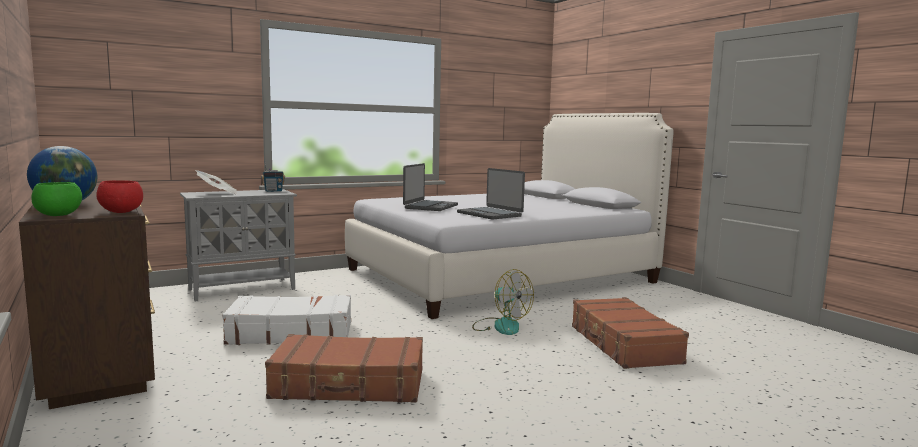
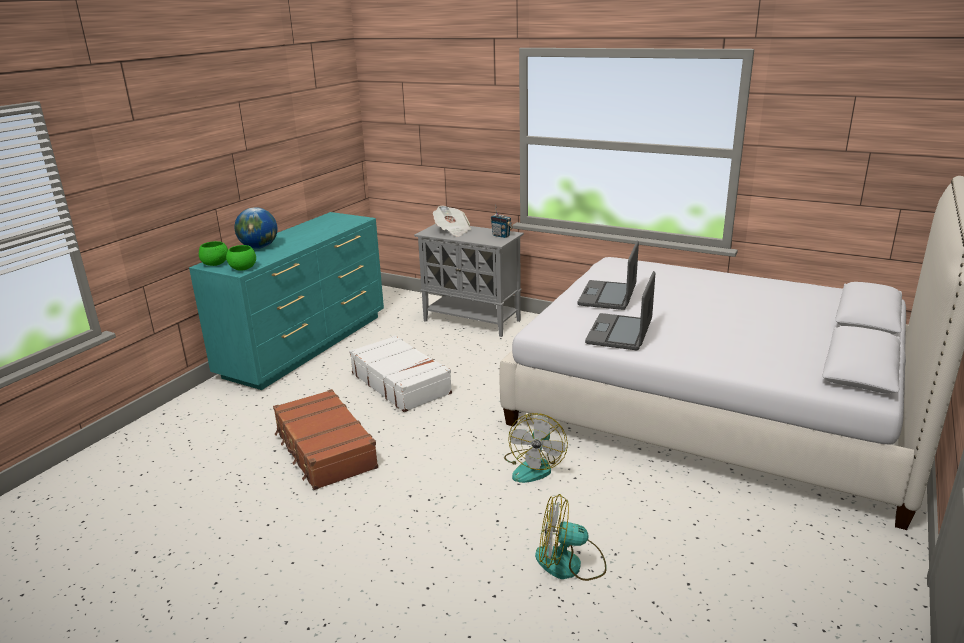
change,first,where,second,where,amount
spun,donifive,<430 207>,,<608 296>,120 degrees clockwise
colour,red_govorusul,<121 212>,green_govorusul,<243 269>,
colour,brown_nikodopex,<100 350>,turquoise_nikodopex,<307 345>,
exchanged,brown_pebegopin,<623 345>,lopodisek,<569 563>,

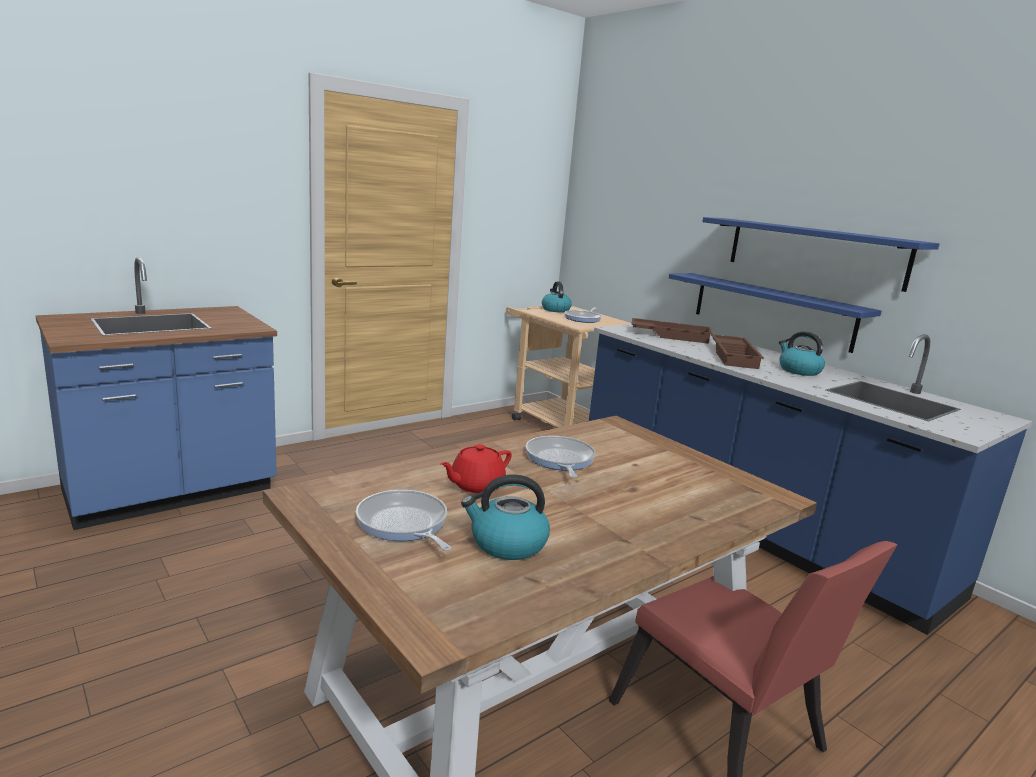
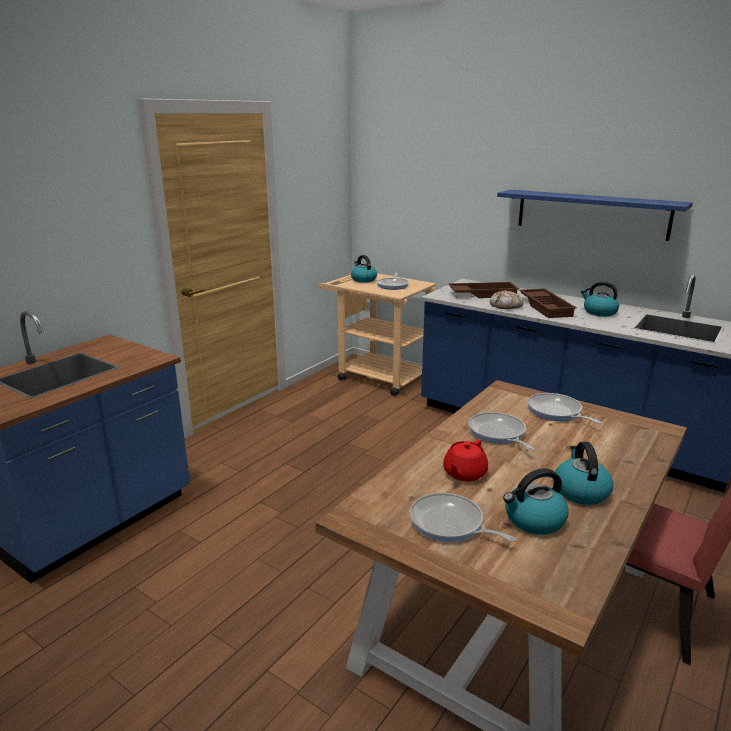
change,first,where,second,where,amount
missing,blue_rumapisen,<771 310>,,,
appeared,,,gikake,<506 306>,
appeared,,,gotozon,<556 412>,
appeared,,,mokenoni,<580 491>,

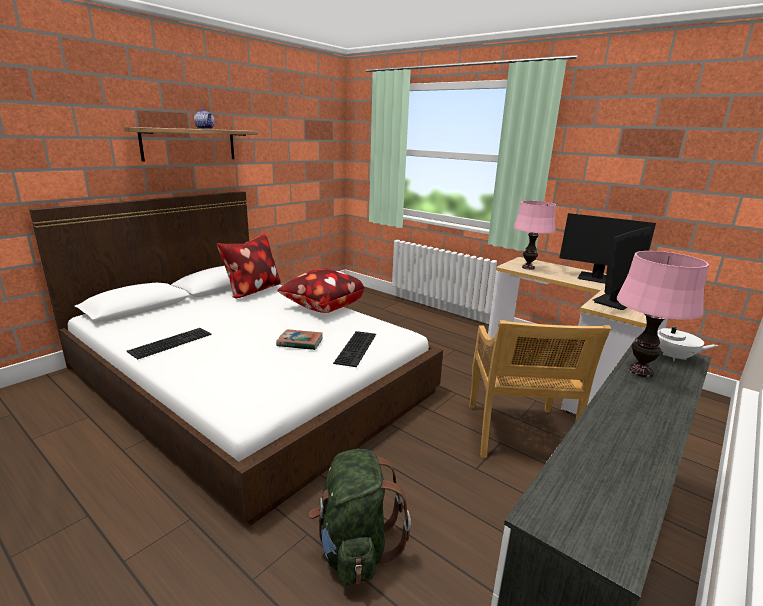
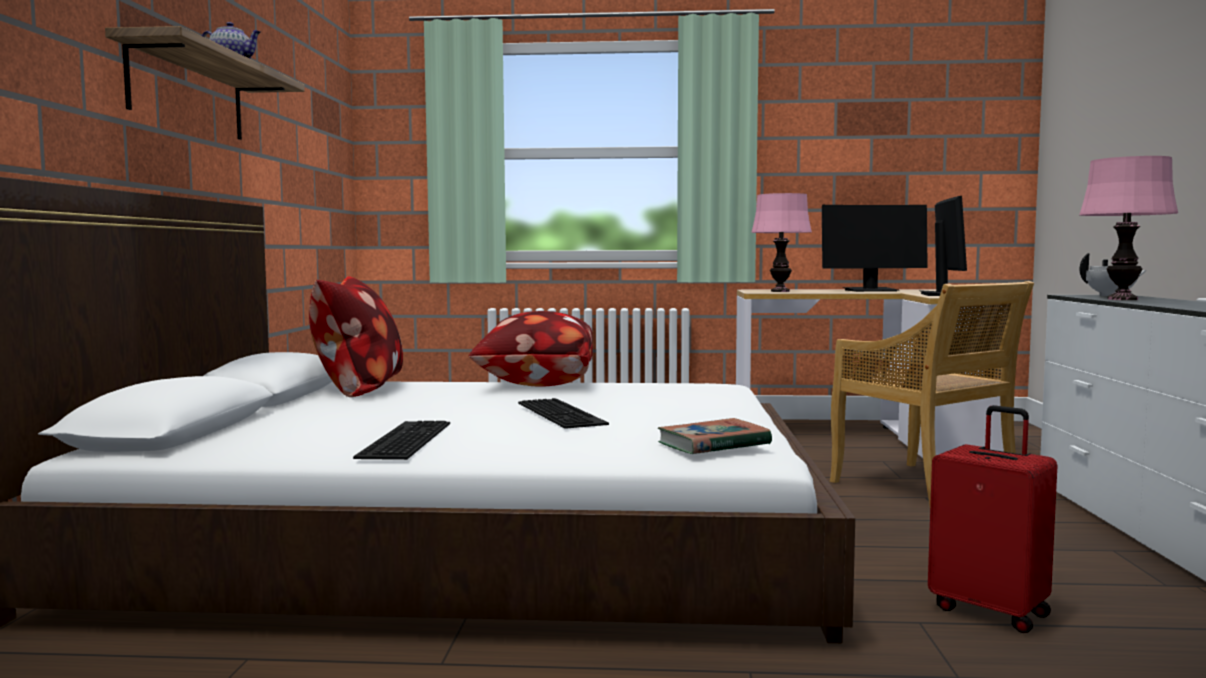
change,first,where,second,where,amount
relocated,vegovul,<300 342>,,<714 444>,
relocated,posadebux,<357 348>,,<563 413>,
exchanged,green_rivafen,<355 548>,red_pebegopin,<990 610>,

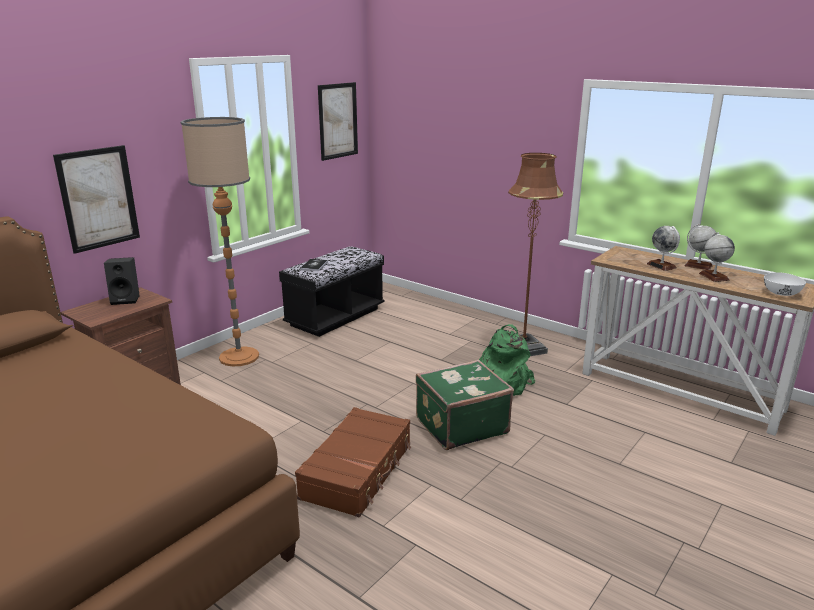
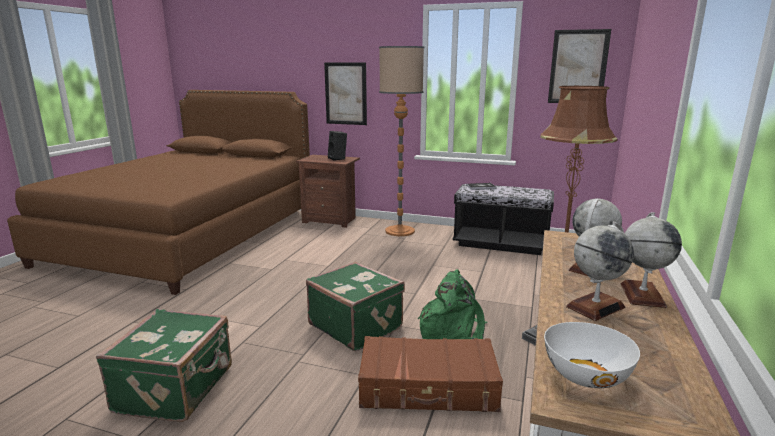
change,first,where,second,where,amount
relocated,brown_pebegopin,<358 471>,,<428 387>,
appeared,,,green_pebegopin,<177 389>,

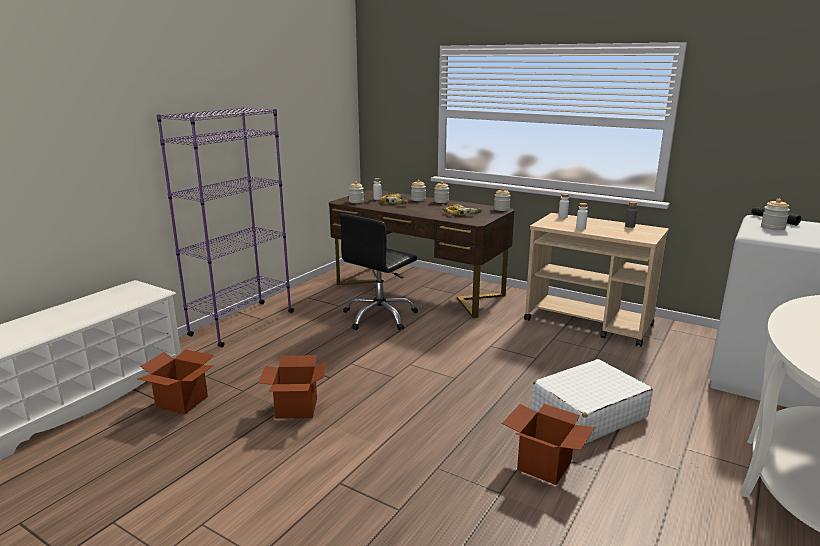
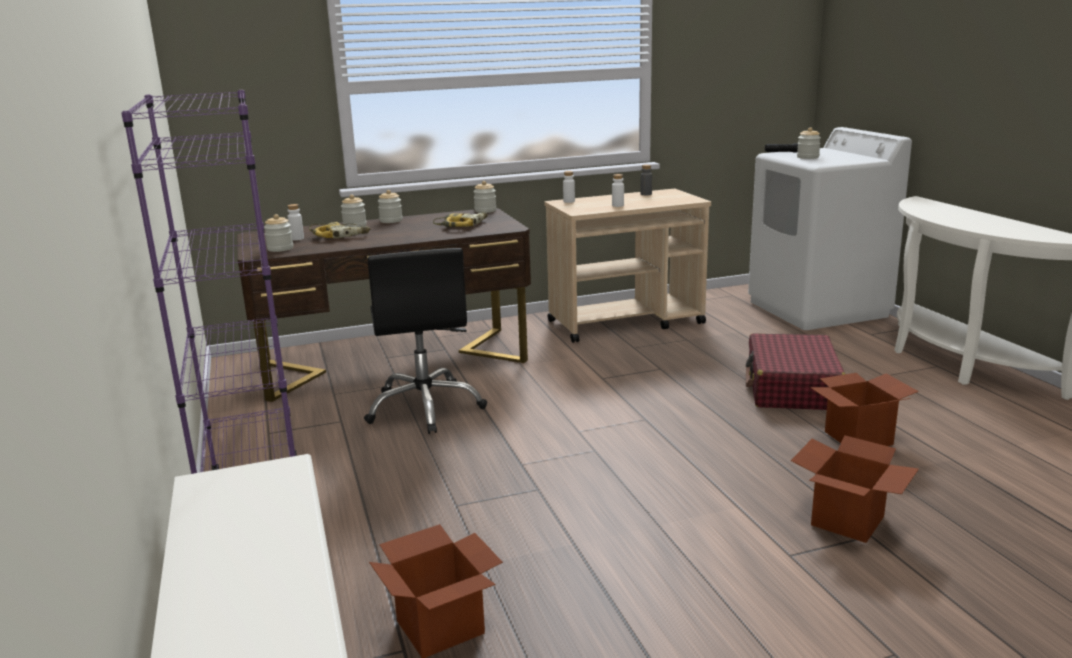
change,first,where,second,where,amount
relocated,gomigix,<296 408>,,<847 520>,
colour,white_pebegopin,<588 413>,red_pebegopin,<791 388>,

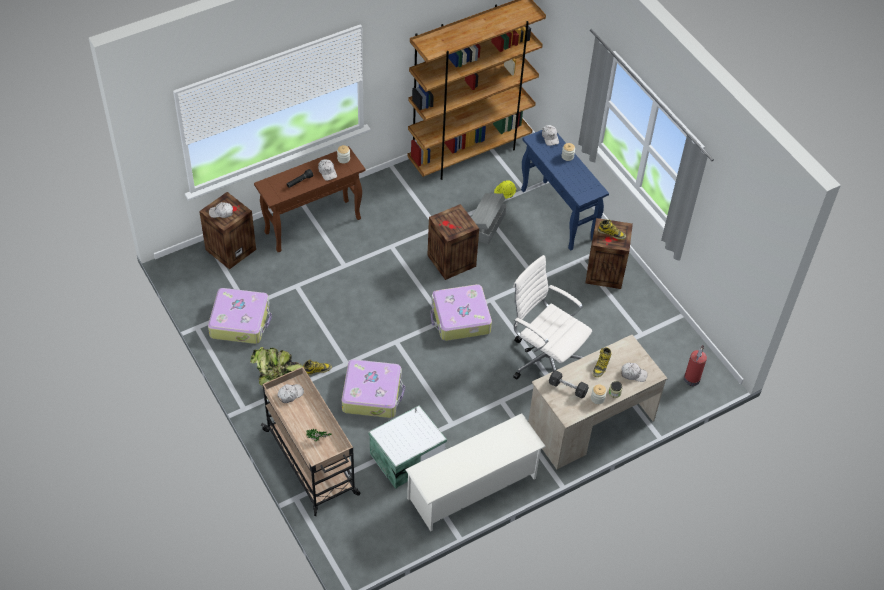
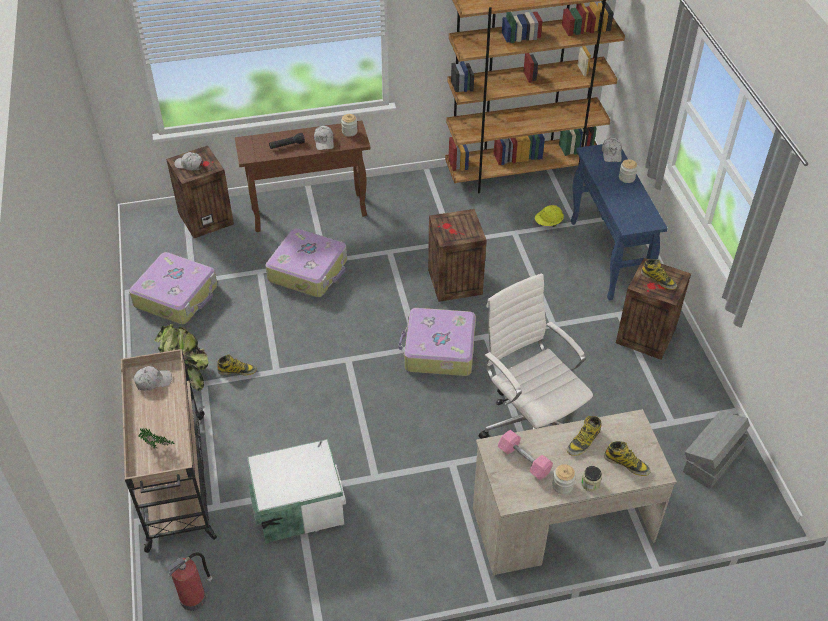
change,first,where,second,where,amount
relocated,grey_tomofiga,<486 225>,,<712 459>,
relocated,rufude,<692 378>,,<194 597>,
relocated,pebegopin,<372 394>,,<309 270>,
exchanged,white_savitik,<633 374>,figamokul,<627 464>,
colour,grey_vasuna,<567 388>,pink_vasuna,<524 460>,
missing,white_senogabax,<472 488>,,,

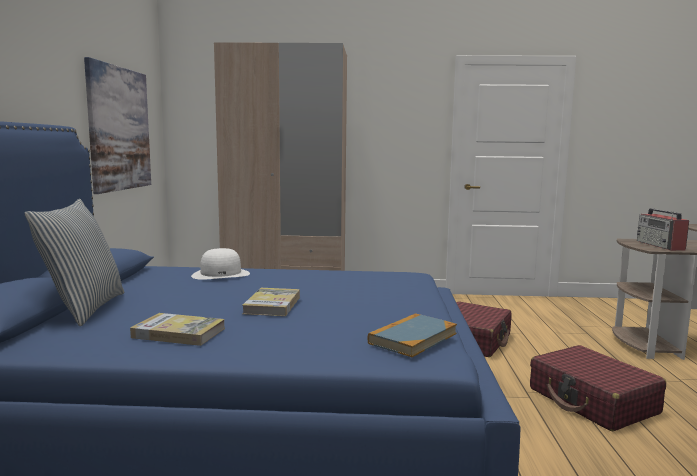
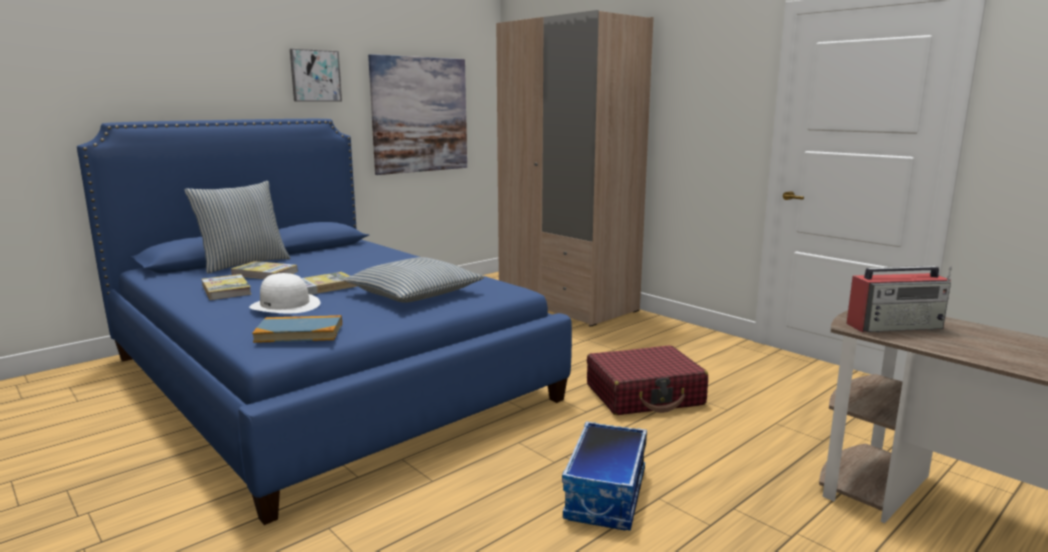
change,first,where,second,where,amount
spun,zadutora,<660 246>,,<895 326>,135 degrees counterclockwise
relocated,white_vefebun,<221 274>,,<285 305>,
exchanged,red_pebegopin,<592 401>,tomofiga,<607 495>,
appeared,,,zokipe,<315 76>,
appeared,,,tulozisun,<414 294>,
appeared,,,vegovul,<265 273>,

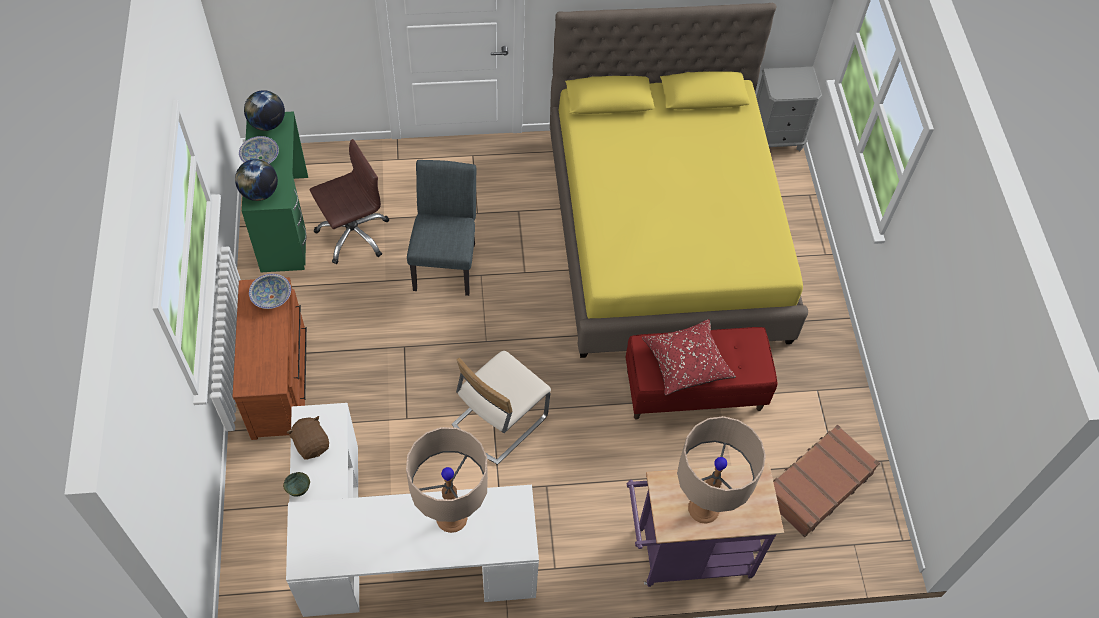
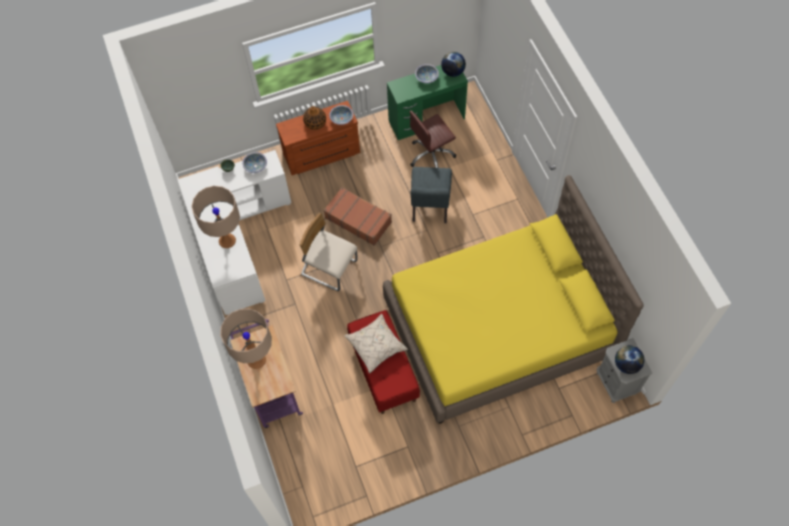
change,first,where,second,where,amount
spun,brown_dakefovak,<353 234>,,<431 155>,105 degrees clockwise
relocated,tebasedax,<260 193>,,<626 364>,
spun,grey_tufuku,<446 261>,,<430 209>,105 degrees clockwise
colour,red_tulozisun,<686 363>,beige_tulozisun,<376 345>,
exchanged,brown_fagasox,<311 444>,govorusul,<255 166>,
relocated,brown_pebegopin,<817 485>,,<358 219>,
appeared,,,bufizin,<315 122>,

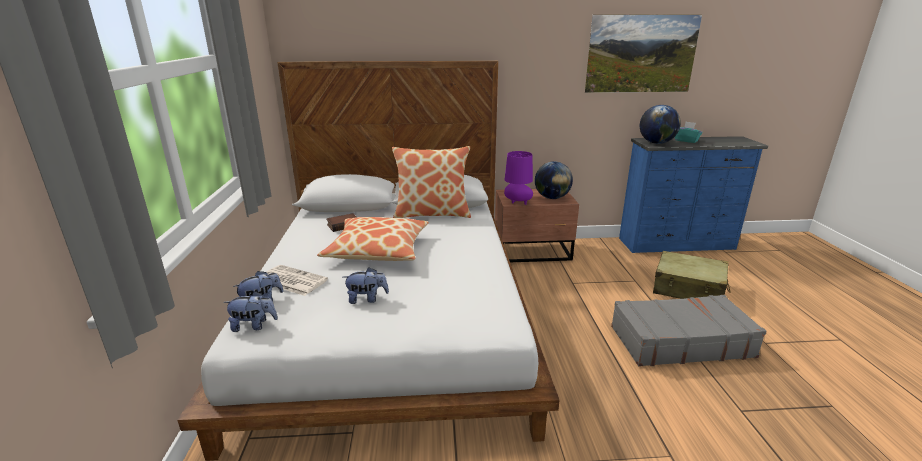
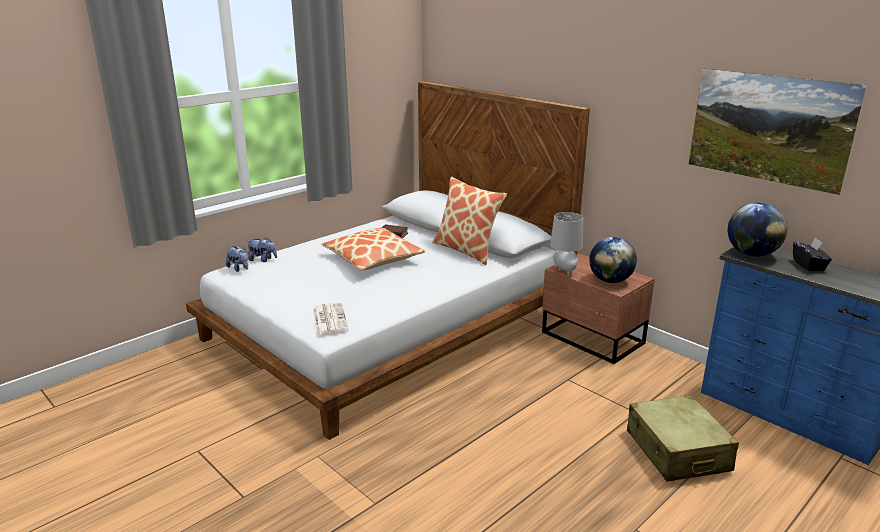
change,first,where,second,where,amount
colour,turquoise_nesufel,<686 140>,black_nesufel,<809 265>,
colour,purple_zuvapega,<517 203>,grey_zuvapega,<564 271>,
relocated,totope,<291 281>,,<329 319>,
missing,fagasox,<367 299>,,,
missing,grey_pebegopin,<679 341>,,,

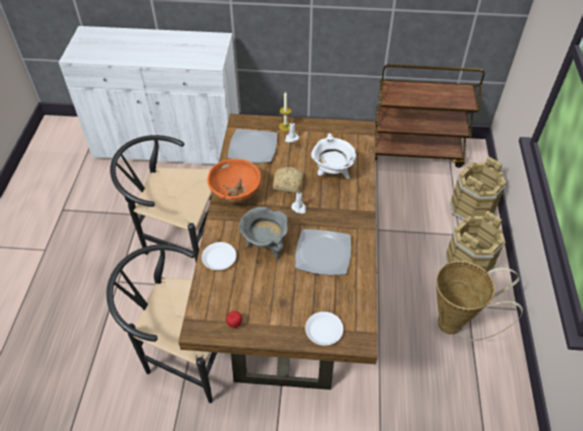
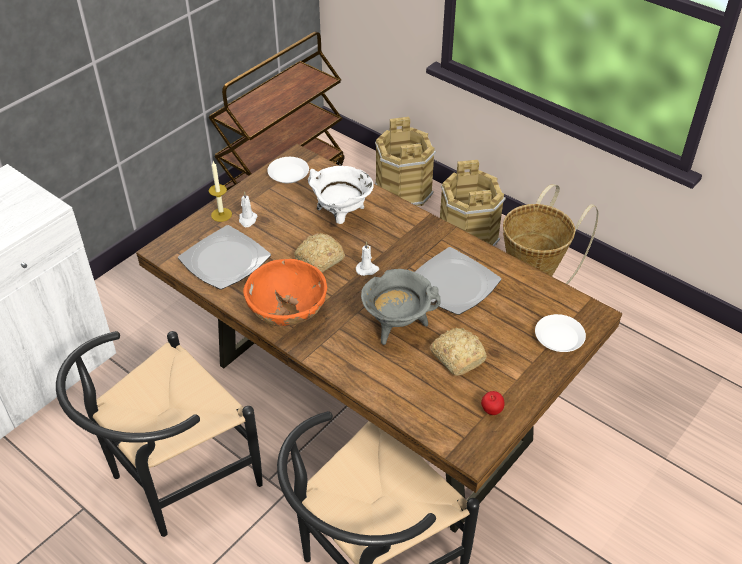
change,first,where,second,where,amount
relocated,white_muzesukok,<219 258>,,<288 173>,
appeared,,,gikake,<457 356>,

